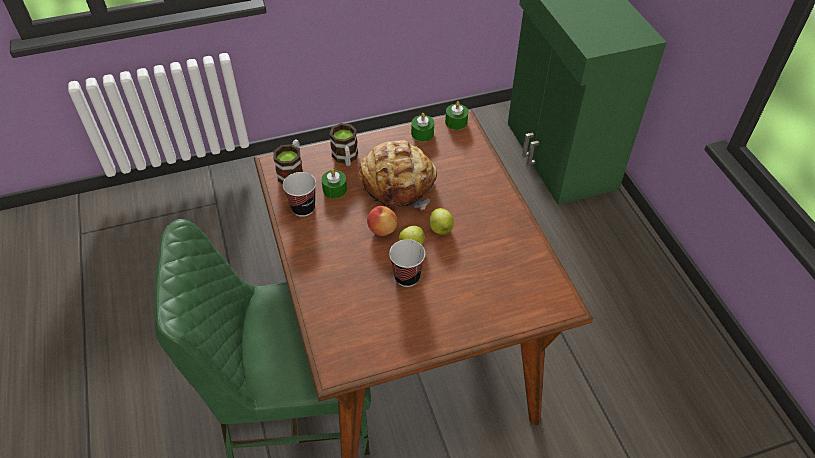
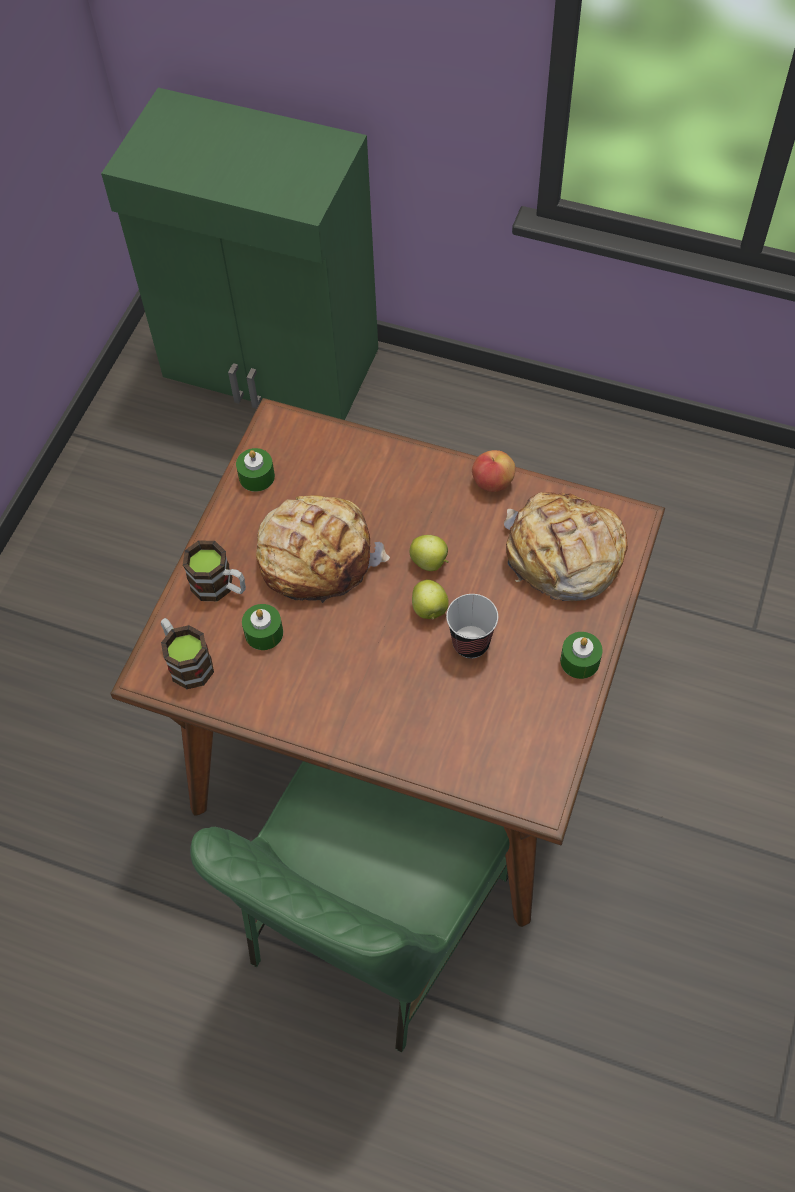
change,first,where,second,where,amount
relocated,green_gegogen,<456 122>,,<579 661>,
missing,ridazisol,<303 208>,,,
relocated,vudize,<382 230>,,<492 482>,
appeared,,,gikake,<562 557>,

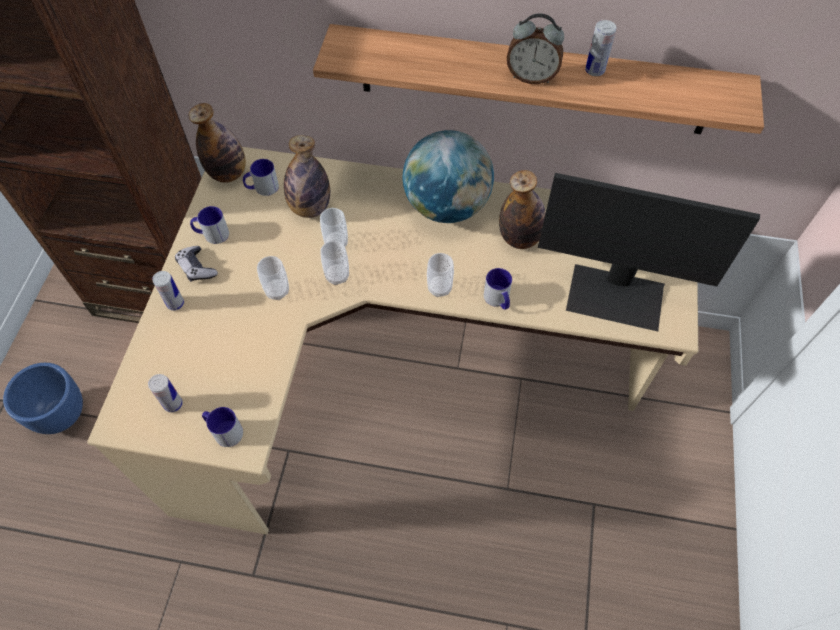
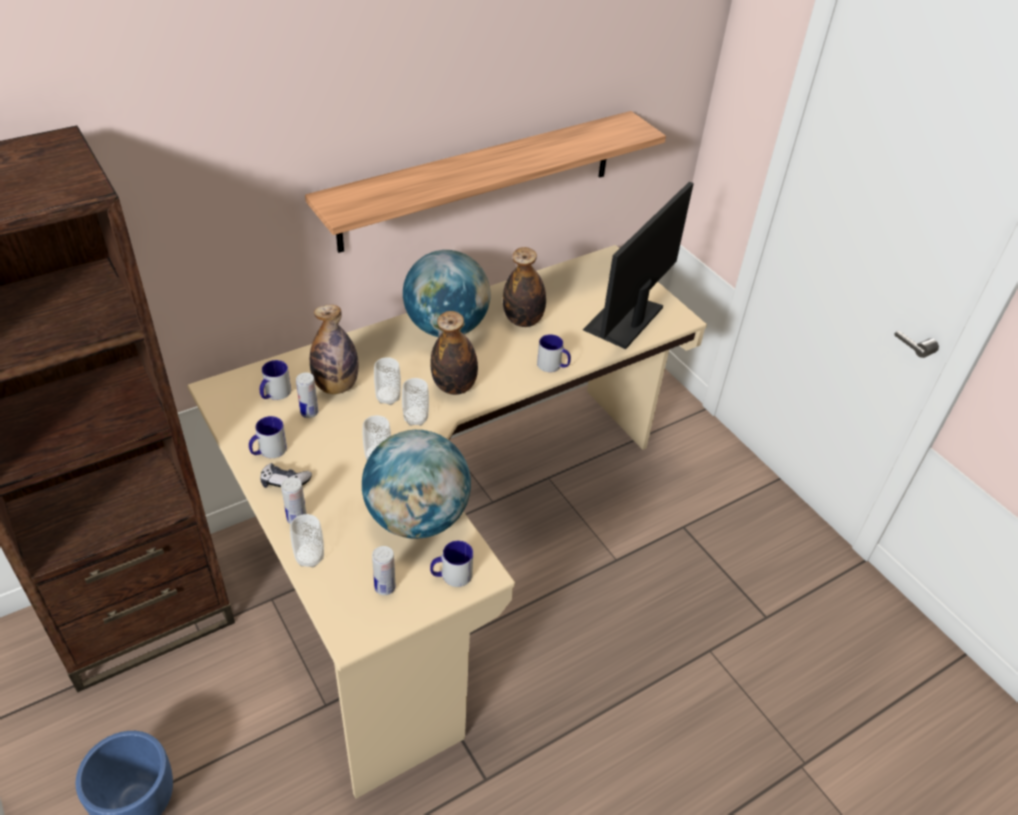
change,first,where,second,where,amount
missing,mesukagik,<531 77>,,,
relocated,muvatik,<594 70>,,<309 412>,
relocated,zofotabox,<228 173>,,<454 386>,
spun,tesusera,<616 295>,,<625 320>,150 degrees clockwise
relocated,ridazisol,<439 288>,,<310 557>,
appeared,,,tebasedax,<417 518>,

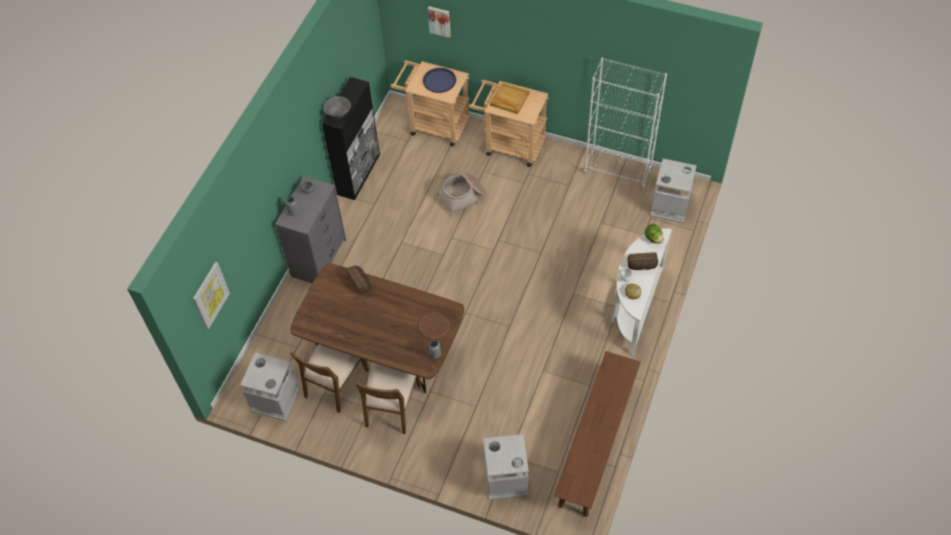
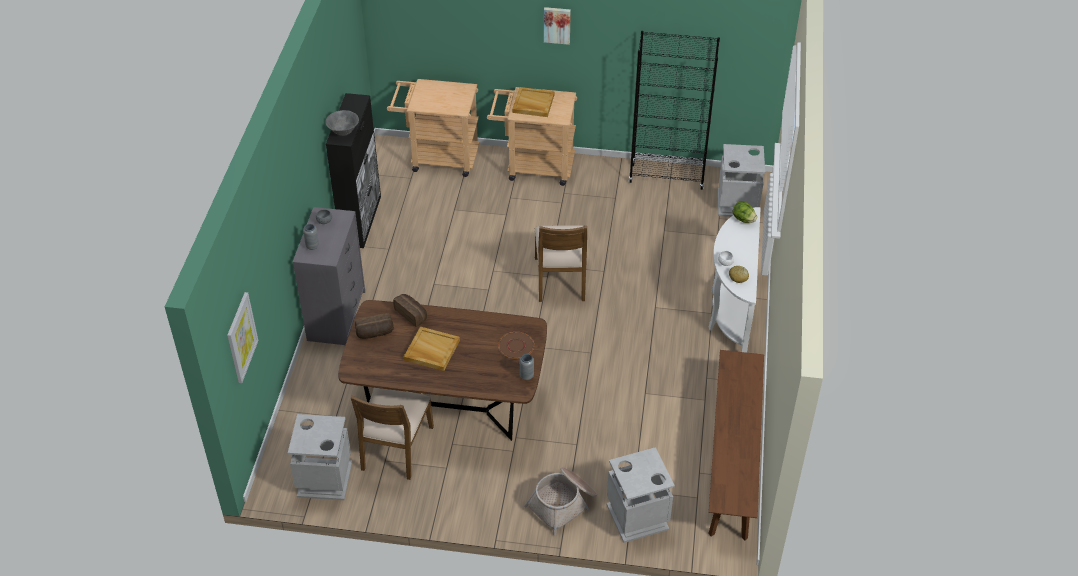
change,first,where,second,where,amount
relocated,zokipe,<439 21>,,<557 24>,
colour,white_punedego,<617 171>,black_punedego,<667 176>,
missing,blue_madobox,<439 80>,,,
relocated,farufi,<463 197>,,<563 504>,
relocated,gikake,<642 266>,,<375 333>,
relocated,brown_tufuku,<392 406>,,<561 279>,
appeared,,,beige_madobox,<431 350>,

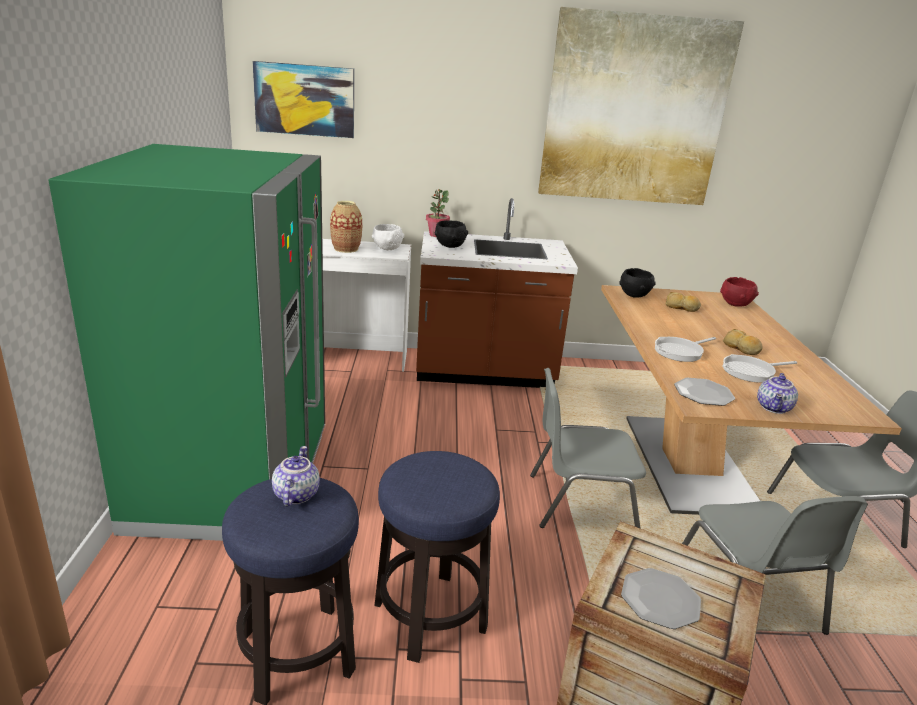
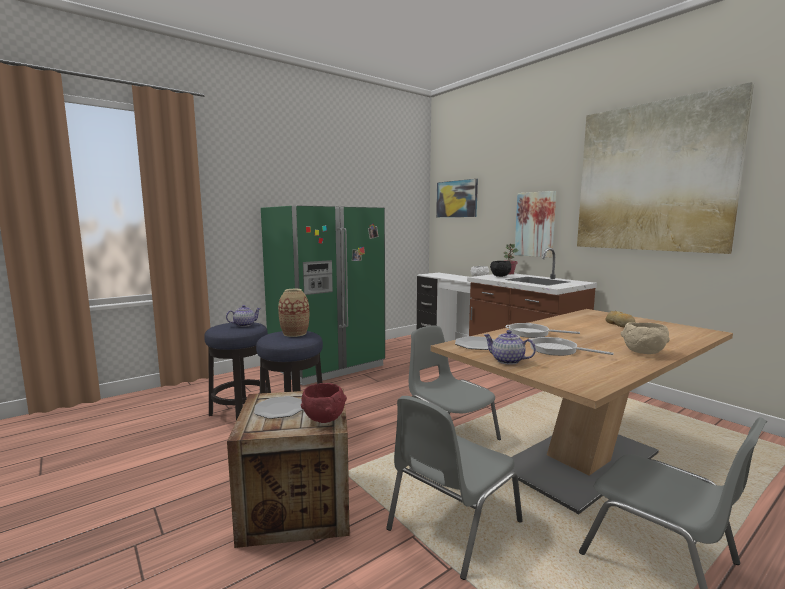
change,first,where,second,where,amount
relocated,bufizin,<346 249>,,<295 333>,
missing,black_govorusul,<633 296>,,,
relocated,red_govorusul,<734 304>,,<323 419>,
missing,gikake,<741 348>,,,
spun,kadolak,<774 408>,,<507 361>,45 degrees clockwise
appeared,,,zokipe,<535 224>,
appeared,,,beige_govorusul,<644 352>,

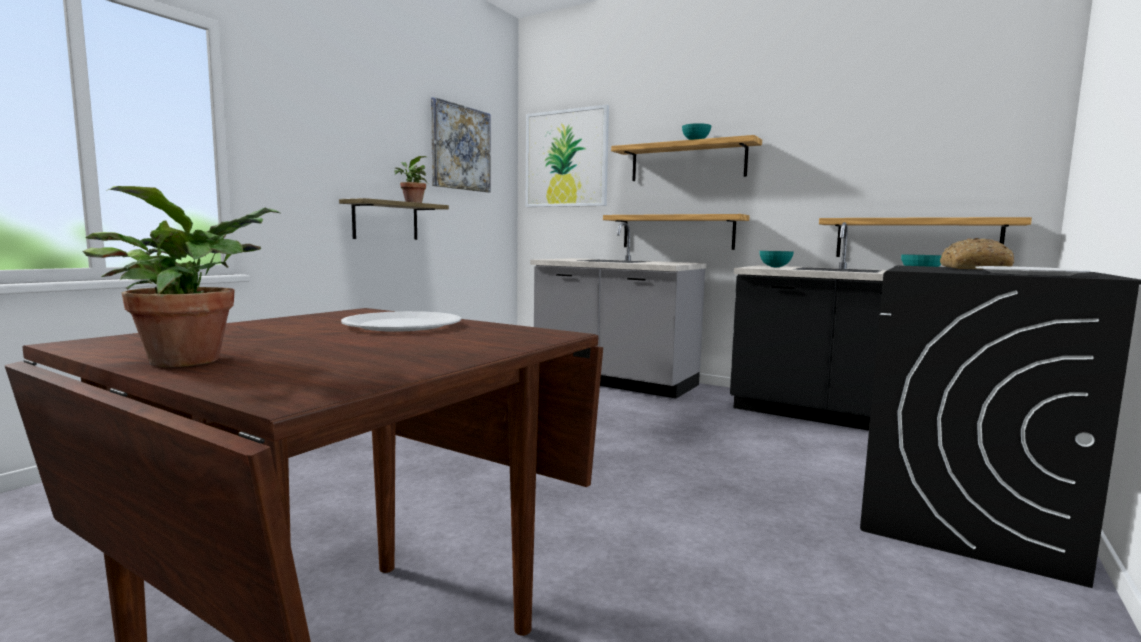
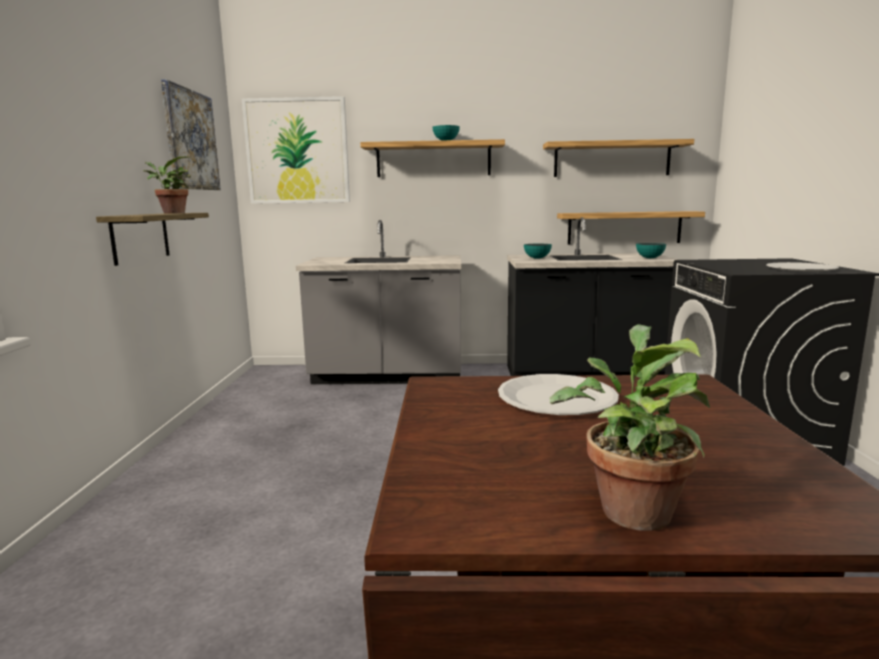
change,first,where,second,where,amount
relocated,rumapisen,<677 232>,,<612 159>,
missing,gikake,<972 268>,,,

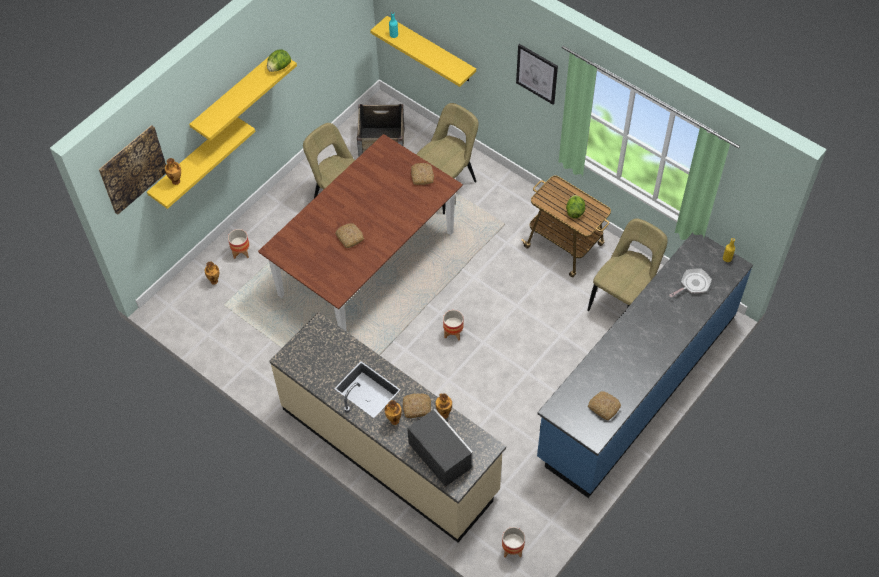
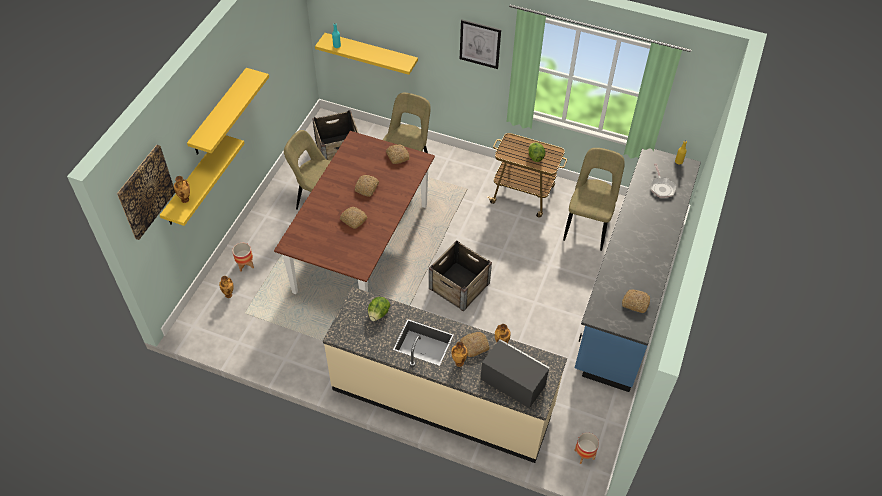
change,first,where,second,where,amount
relocated,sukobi,<279 67>,,<378 314>,
spun,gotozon,<693 284>,,<661 187>,135 degrees clockwise
exchanged,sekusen,<453 333>,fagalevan,<459 286>,
appeared,,,gikake,<367 188>,

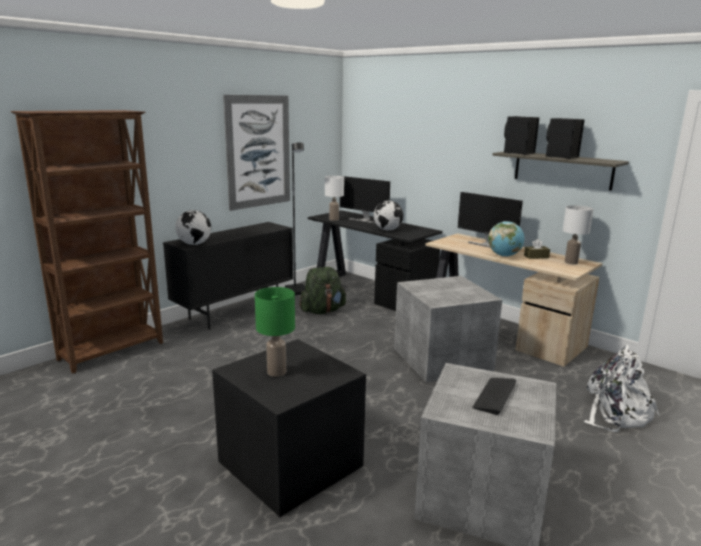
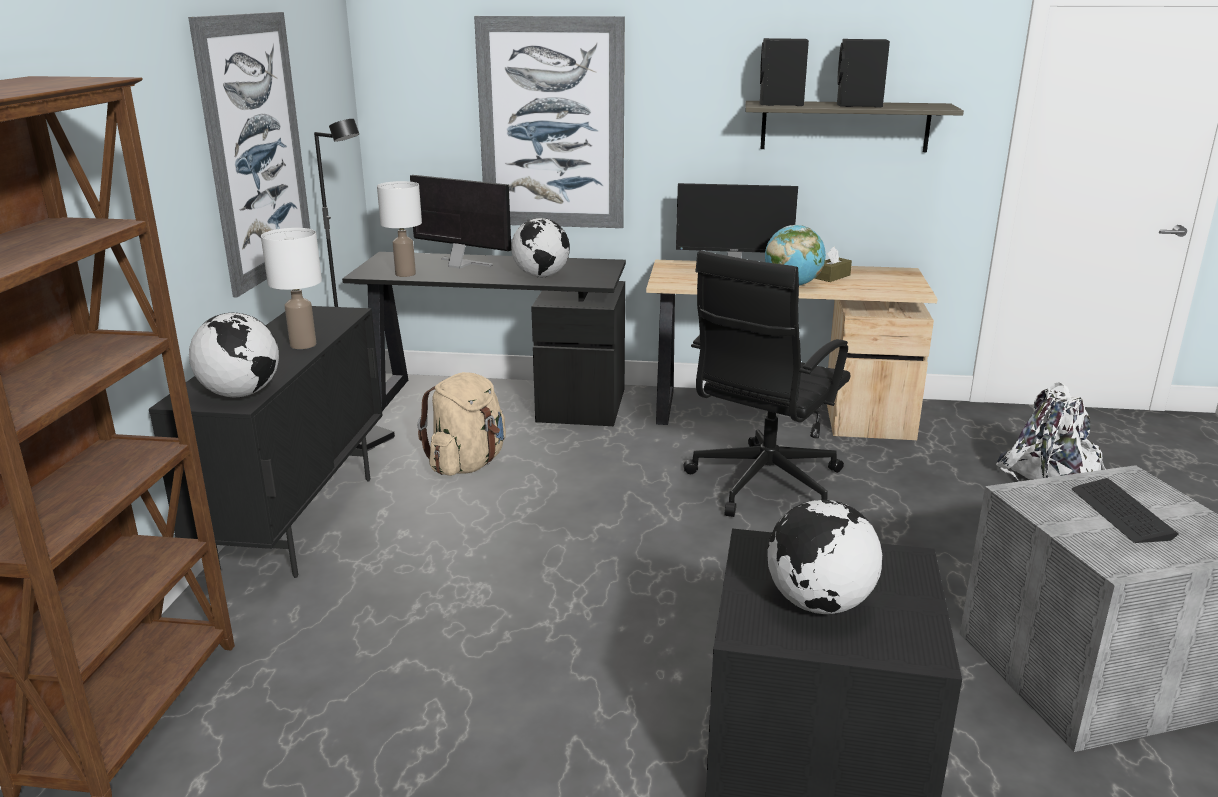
change,first,where,second,where,amount
spun,tesusera,<364 220>,,<462 264>,150 degrees counterclockwise
relocated,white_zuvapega,<570 262>,,<302 345>,
colour,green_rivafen,<322 311>,beige_rivafen,<467 464>,
exchanged,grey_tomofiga,<440 358>,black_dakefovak,<763 485>,
exchanged,green_zuvapega,<276 372>,tebasedax,<818 604>,
appeared,,,zokipe,<551 125>,

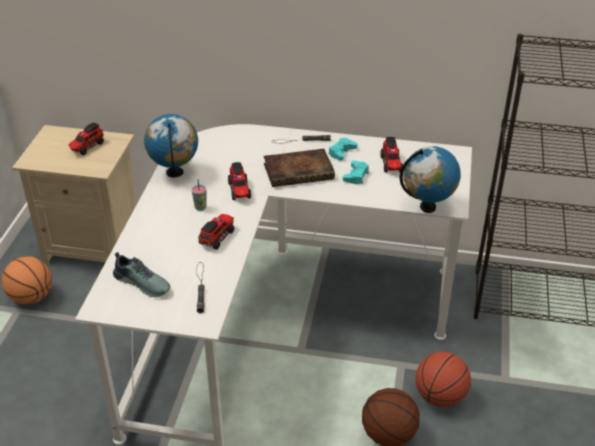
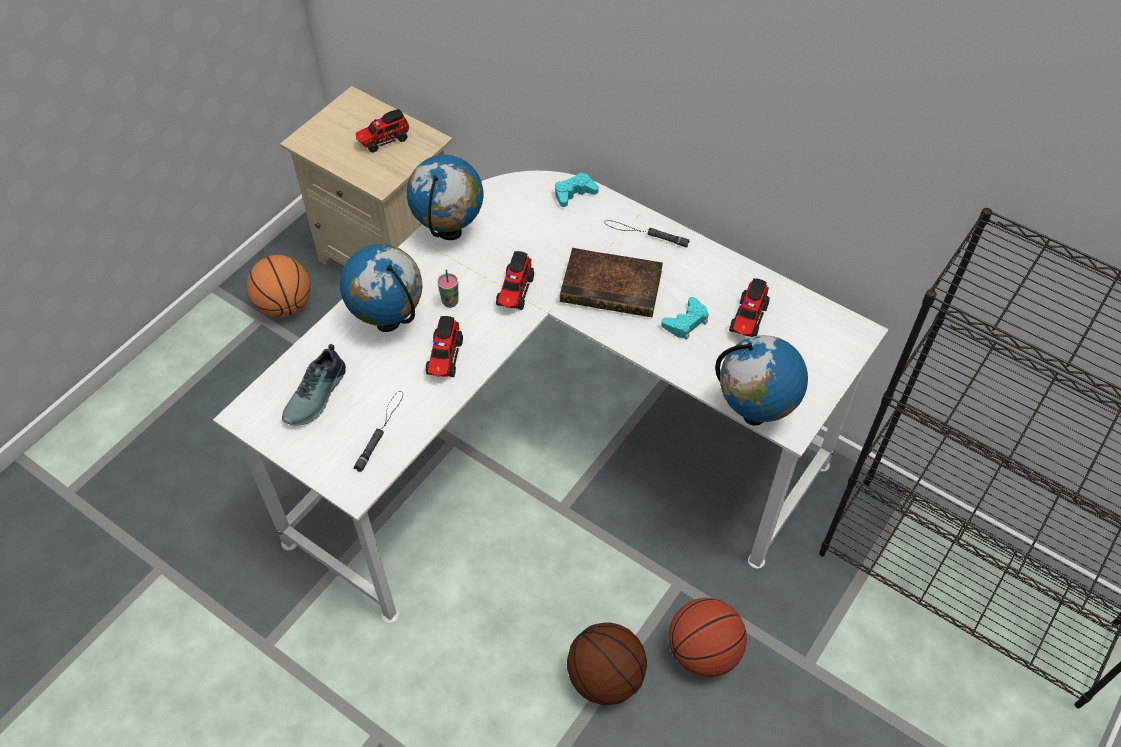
change,first,where,second,where,amount
relocated,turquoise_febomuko,<342 152>,,<574 193>,
spun,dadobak,<217 237>,,<444 359>,135 degrees clockwise
spun,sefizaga,<143 282>,,<317 395>,60 degrees clockwise
appeared,,,tebasedax,<389 322>,

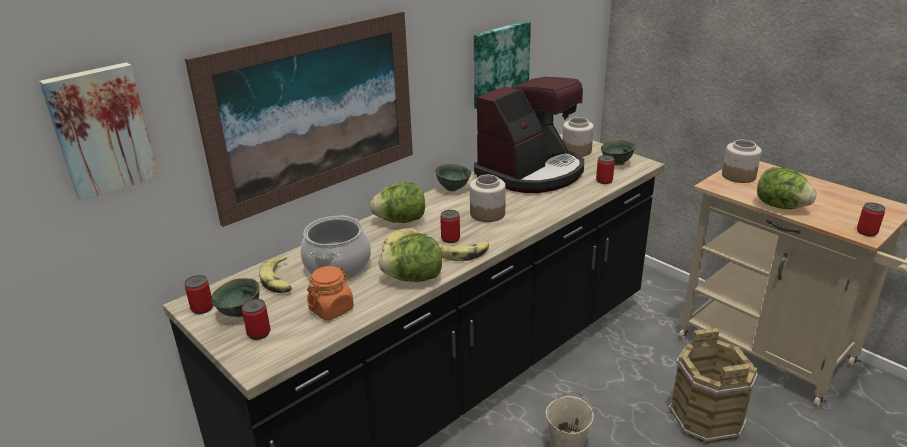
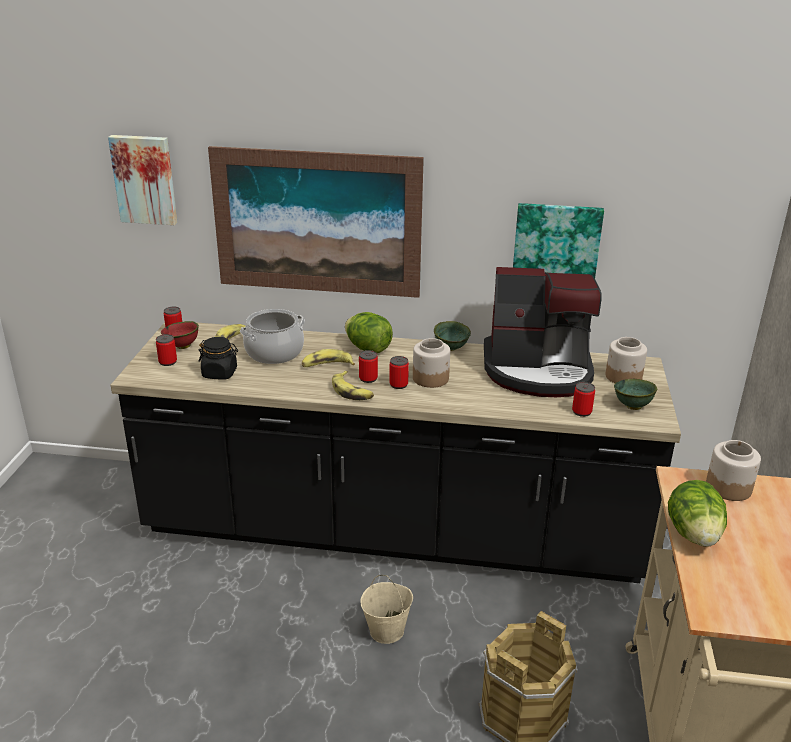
change,first,where,second,where,amount
relocated,muvatik,<866 232>,,<398 384>,
missing,sukobi,<414 278>,,,
colour,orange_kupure,<331 309>,black_kupure,<220 373>,
colour,green_govorusul,<241 313>,red_govorusul,<182 347>,

